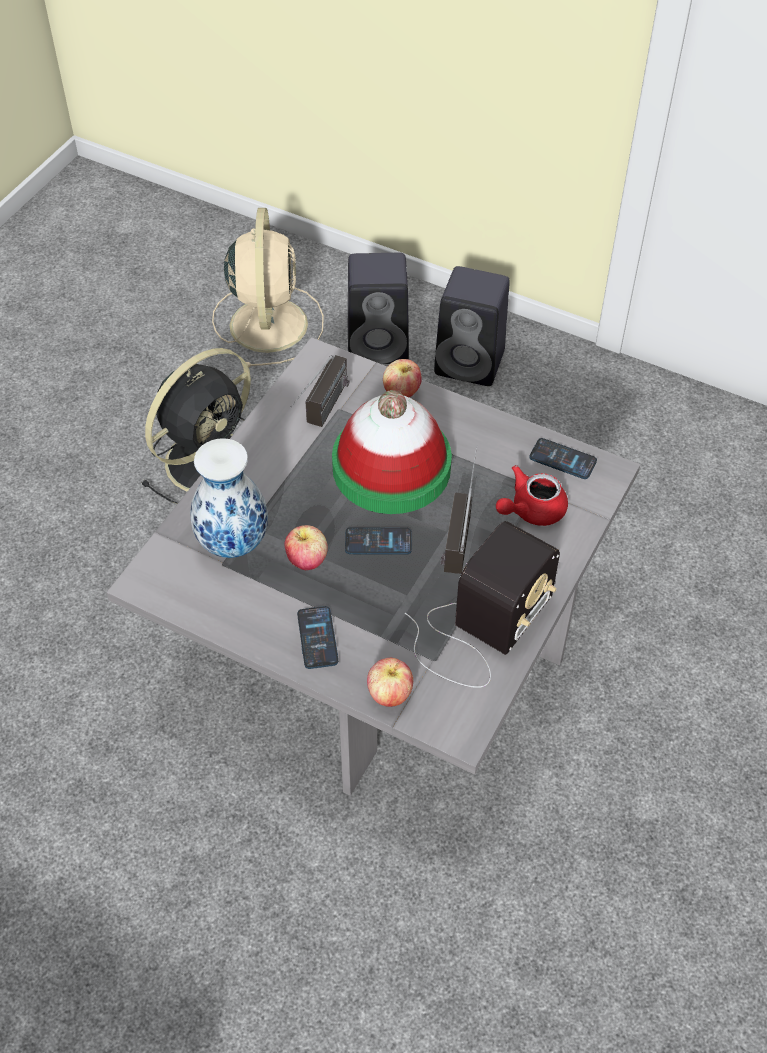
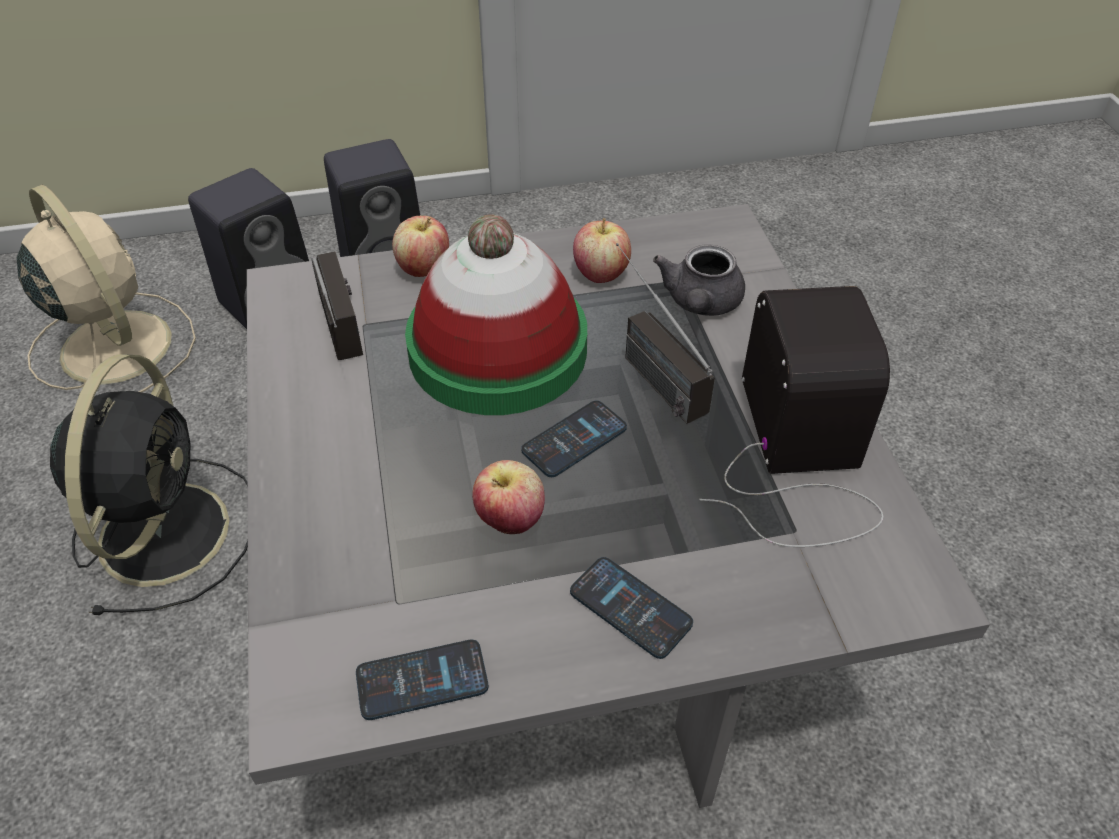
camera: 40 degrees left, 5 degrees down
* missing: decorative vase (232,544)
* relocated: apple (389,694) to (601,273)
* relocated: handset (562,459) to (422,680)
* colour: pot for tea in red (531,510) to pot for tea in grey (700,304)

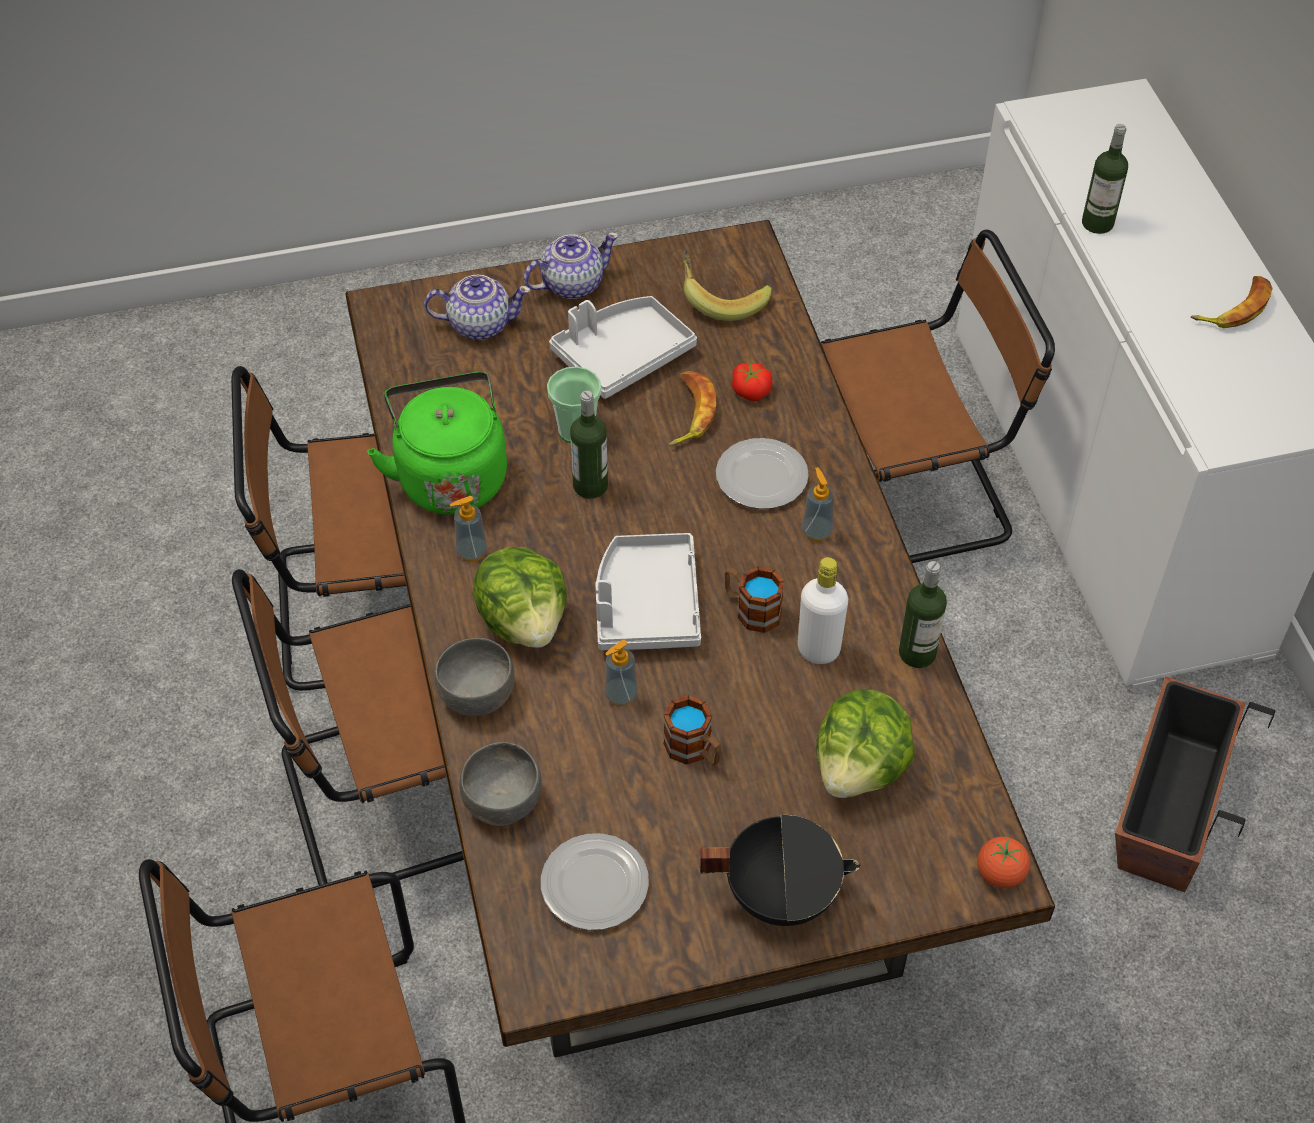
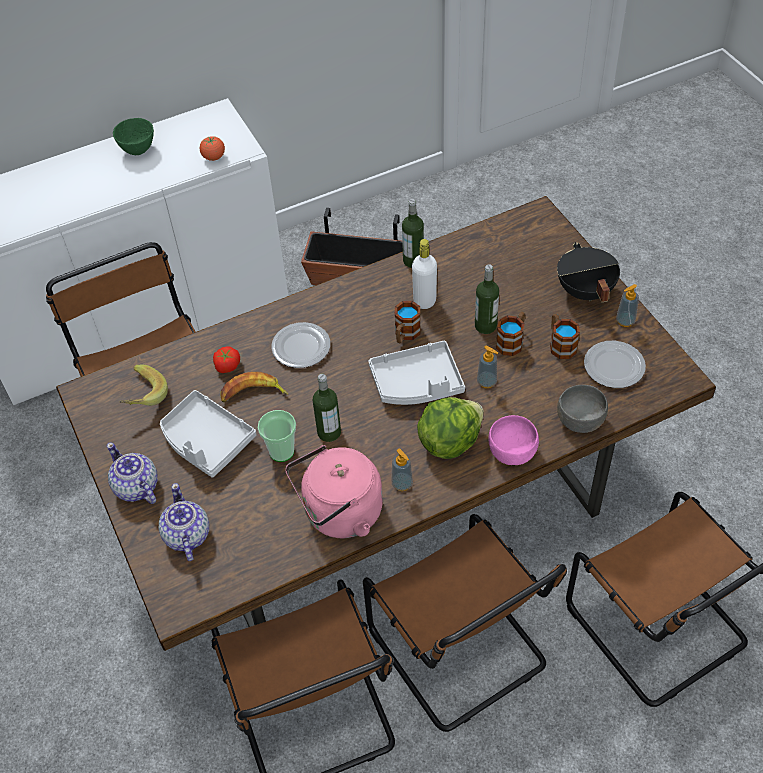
camera: 100 degrees left, 0 degrees up
* missing: head of lettuce (860,768)
* appeared: tea mug (560,344)
* relocated: liquid soap bottle (816,531) to (625,321)
* relocated: fresh tomato (1000,874) to (214,157)
* relocated: beverage bottle (1097,223) to (485,326)
* exchanged: banana (1234,308) to deep dish in greenish (137,150)
* colour: kettle in greenish (450,476) to kettle in pink (339,514)
* colour: deep dish in grey (476,695) to deep dish in pink (512,452)

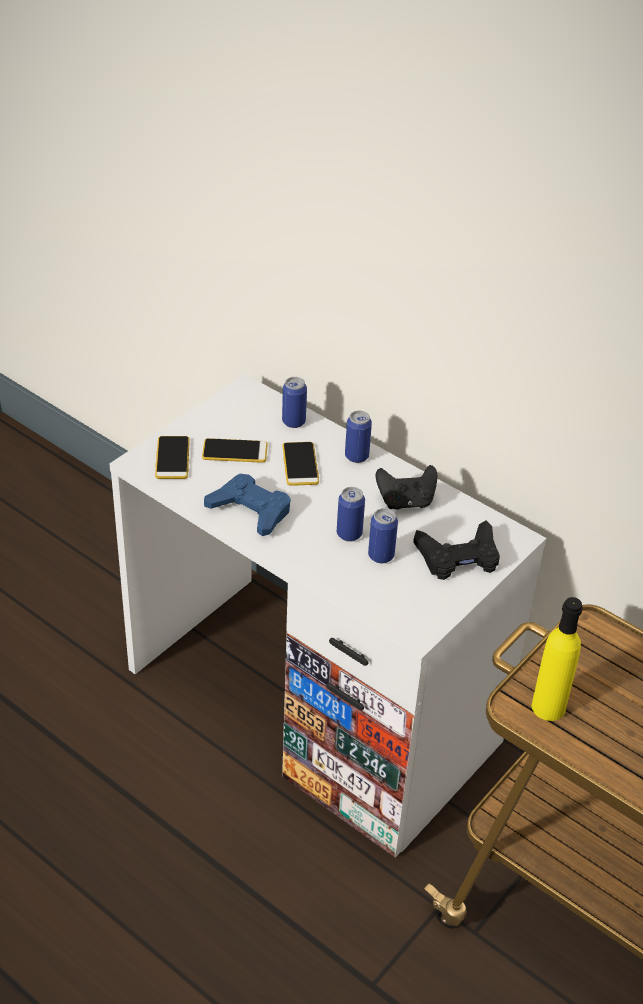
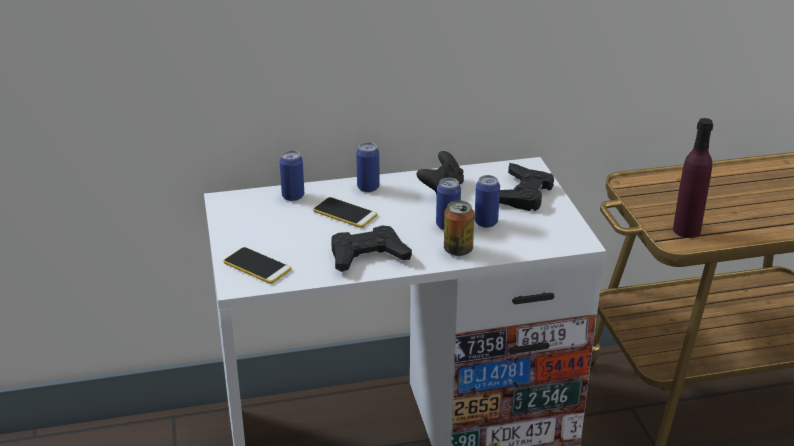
camera: 50 degrees left, 10 degrees down
* missing: handset (235,451)
* appeared: metal can (458,250)
* colour: game controller in blue (250,510) to game controller in blackish (367,255)
* colour: beverage bottle in yellowish (548,707) to beverage bottle in purple (686,230)

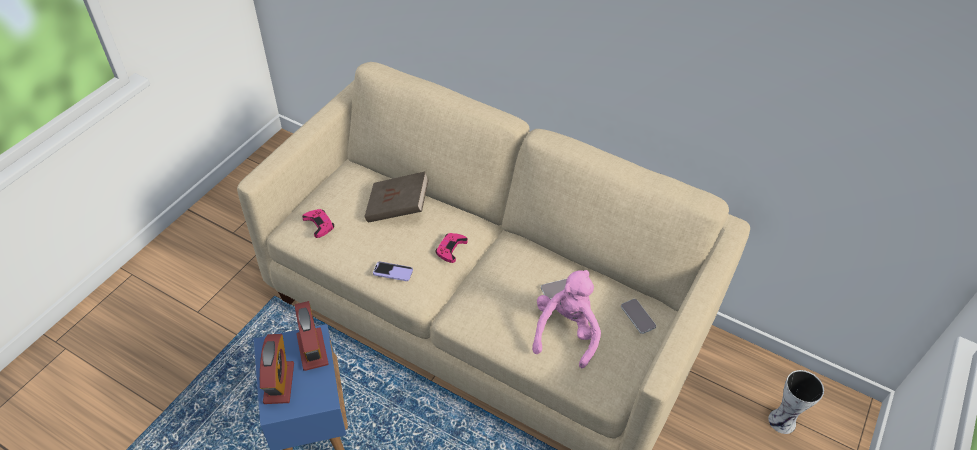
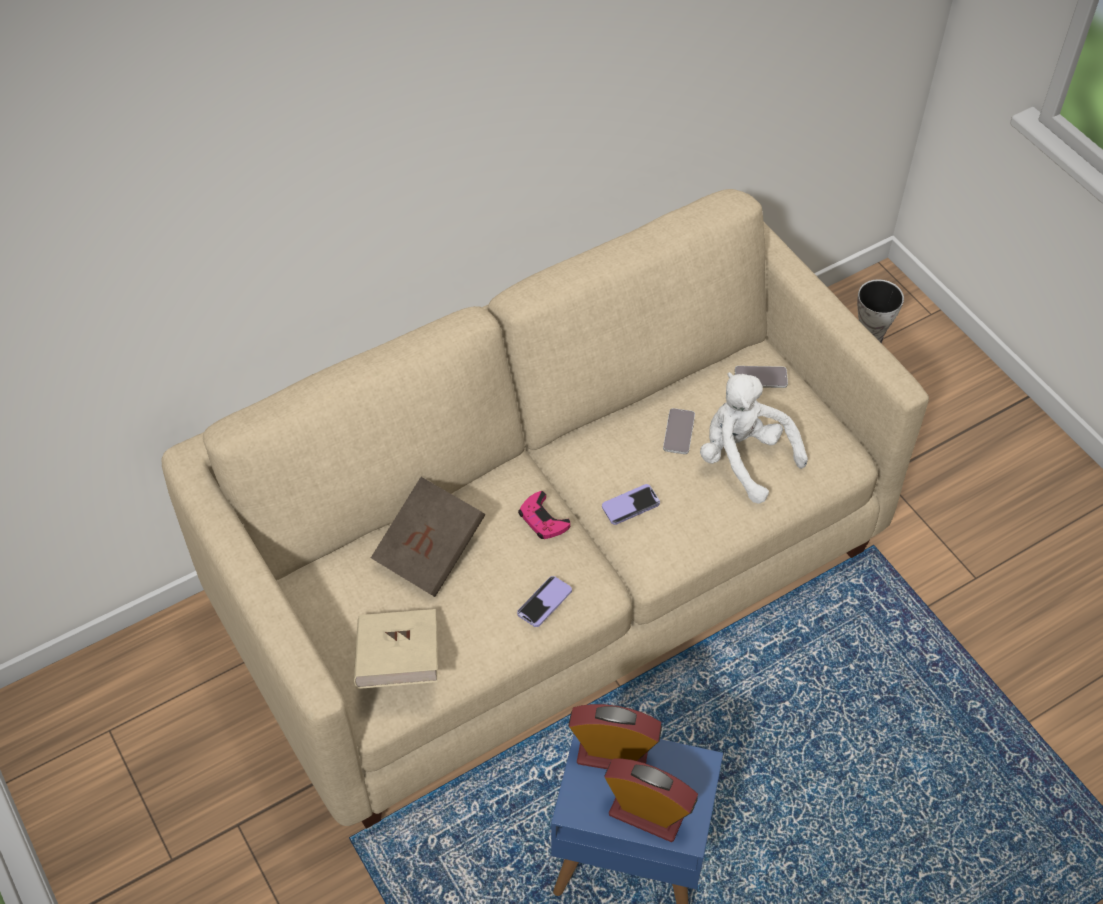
camera: 60 degrees left, 5 degrees up
* appeared: handset (630,505)
* exchanged: game controller in pink (319,224) to book in beige (398,661)
* colour: soft toy in pink (566,332) to soft toy in white-coloured (744,458)

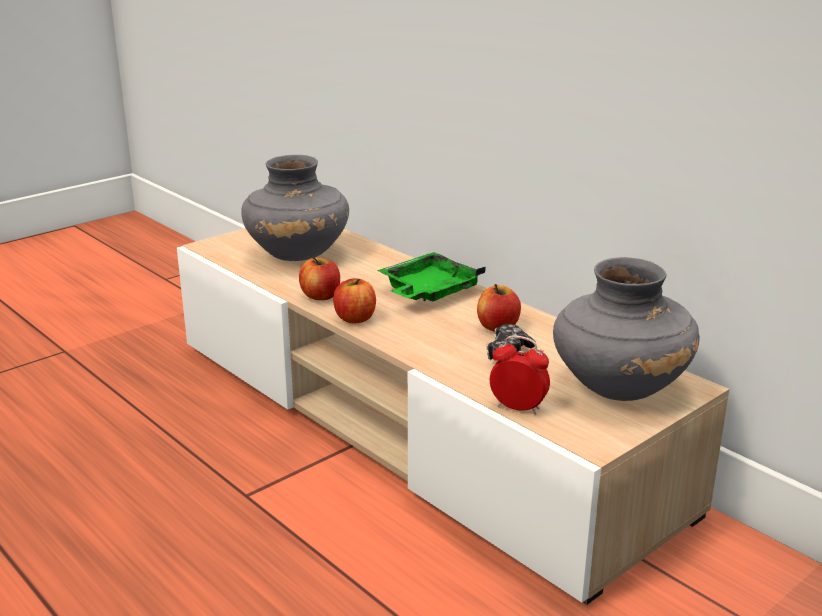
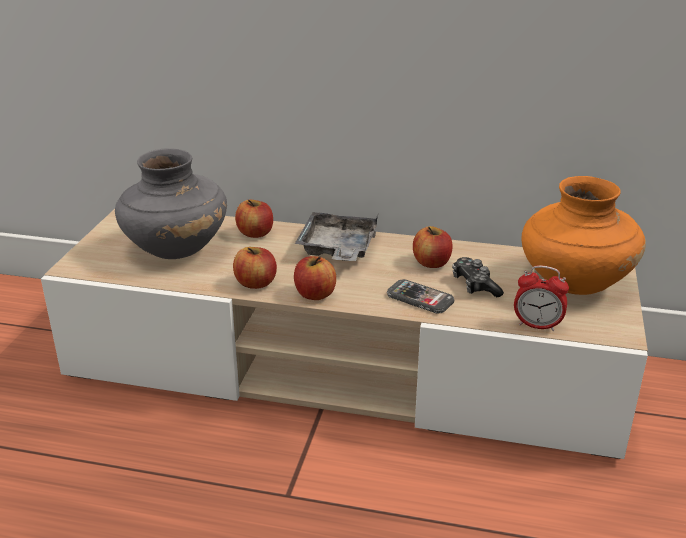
camera: 35 degrees left, 5 degrees up
* appeared: apple (255,233)
* appeared: handset (420,298)
* colour: carrying tray in greenish (428,291) to carrying tray in grey (337,249)
* colour: decorative vase in grey (618,387) to decorative vase in orange (574,283)
* spun: alarm clock (517,407) = (537,325) 150 degrees counterclockwise

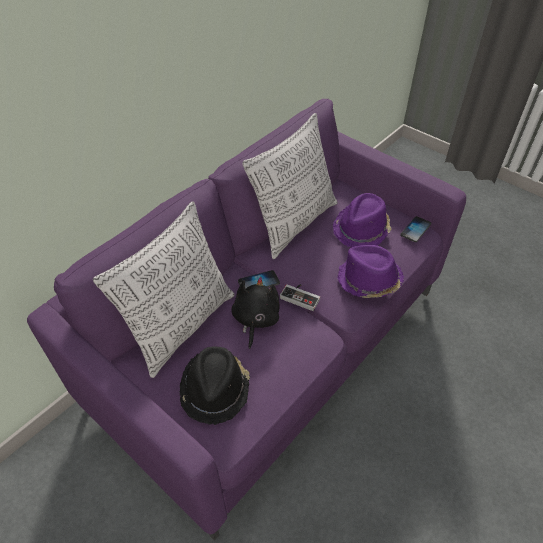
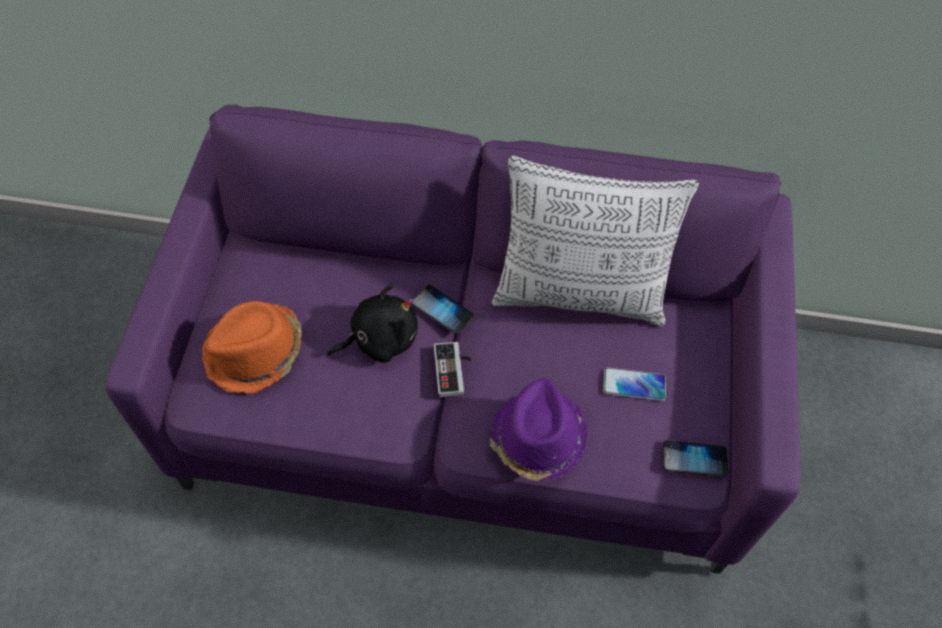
camera: 55 degrees right, 10 degrees up
* missing: pillow (182,326)
* exchanged: clothing hat in purple (362,229) to handset (634,385)
* colour: clothing hat in blackish (216,389) to clothing hat in orange (255,353)

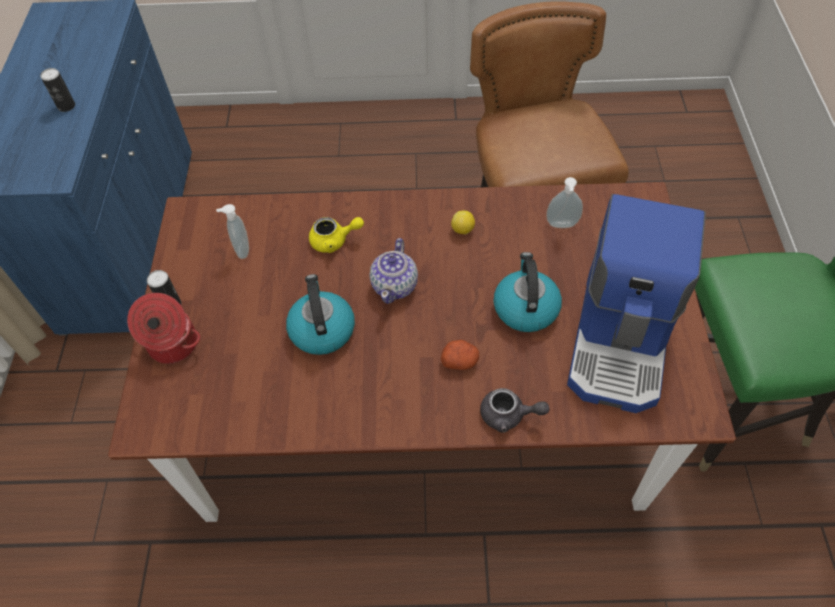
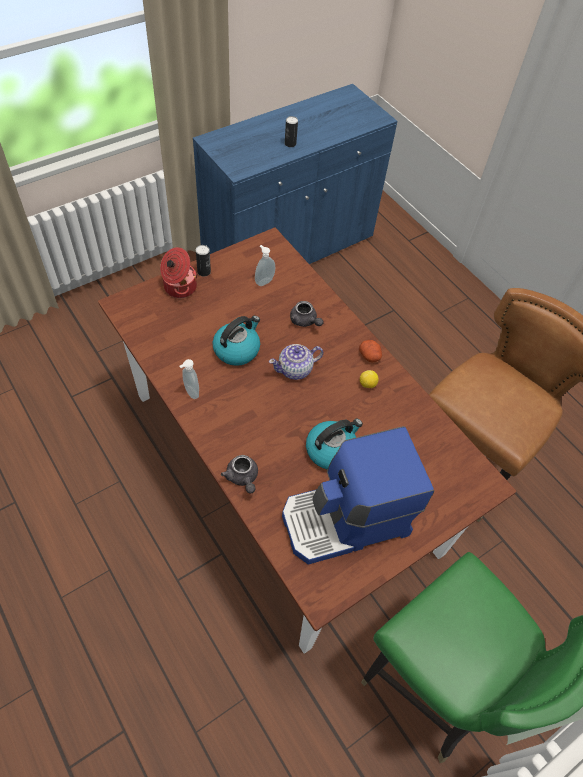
camera: 50 degrees right, 0 degrees up
* relocated: potato (460,360) to (370,356)
* relocated: liquid soap bottle (562,226) to (190,392)
* colour: pot for tea in yellowish (334,241) to pot for tea in grey (305,321)

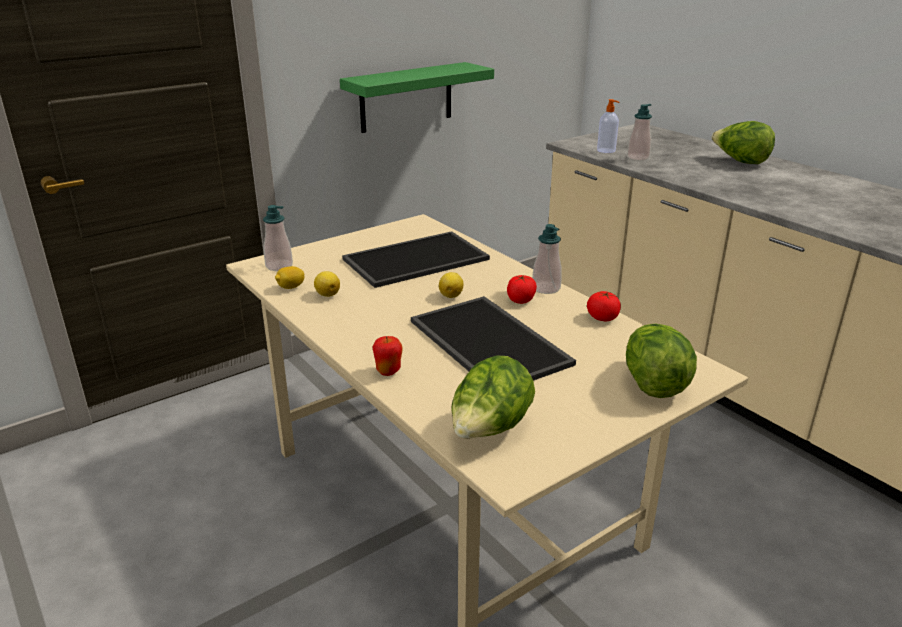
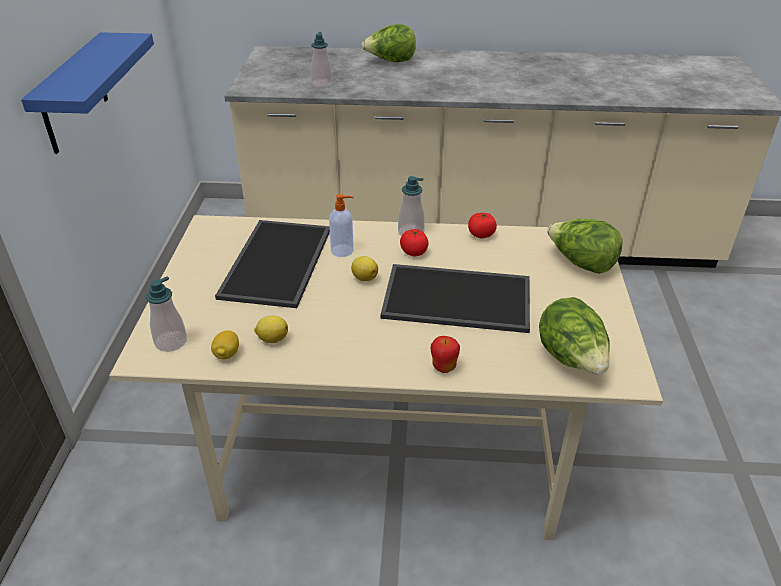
camera: 50 degrees left, 10 degrees up
* relocated: liquid soap bottle (606,151) to (343,251)
* colour: shelf in greenish (406,97) to shelf in blue (73,94)

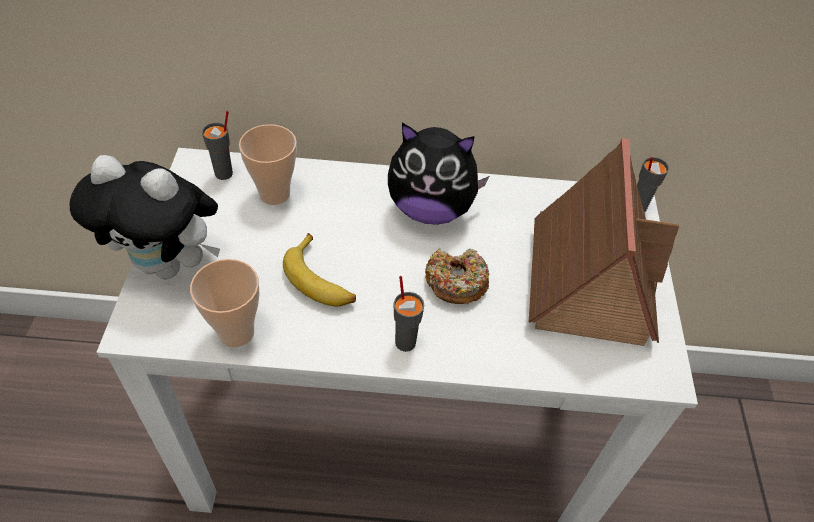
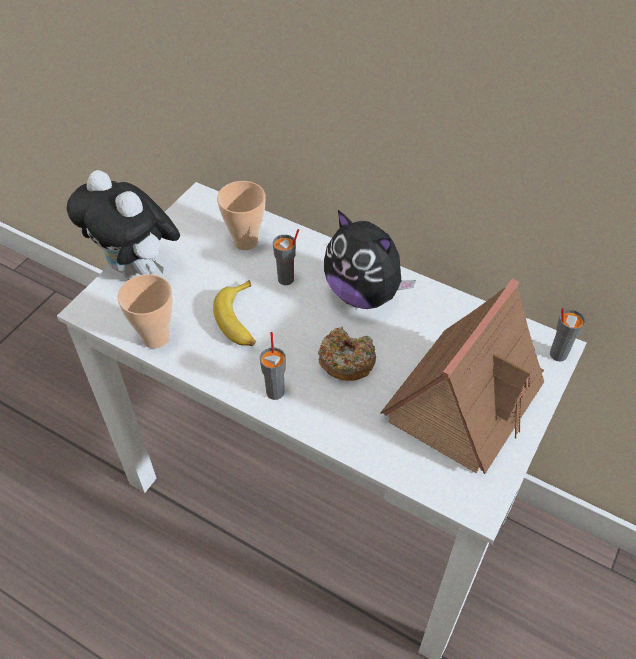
camera: 30 degrees right, 0 degrees up
* relocated: cup in grey (224,173) to (286,279)

